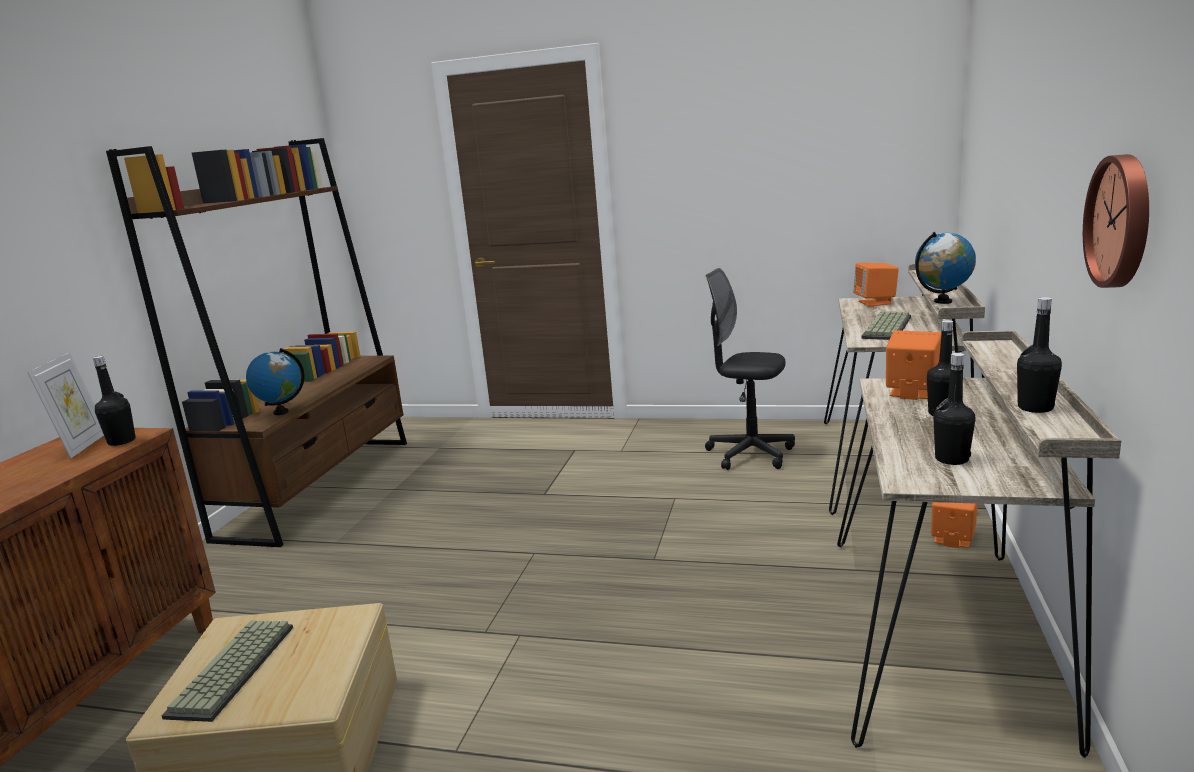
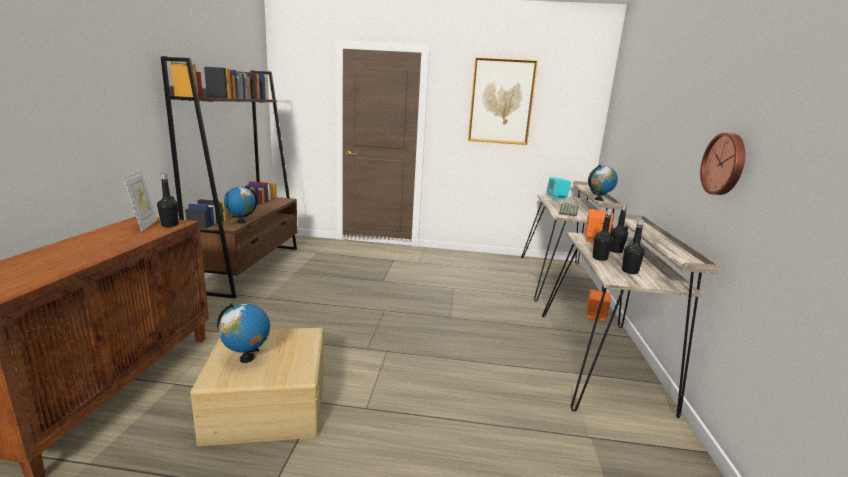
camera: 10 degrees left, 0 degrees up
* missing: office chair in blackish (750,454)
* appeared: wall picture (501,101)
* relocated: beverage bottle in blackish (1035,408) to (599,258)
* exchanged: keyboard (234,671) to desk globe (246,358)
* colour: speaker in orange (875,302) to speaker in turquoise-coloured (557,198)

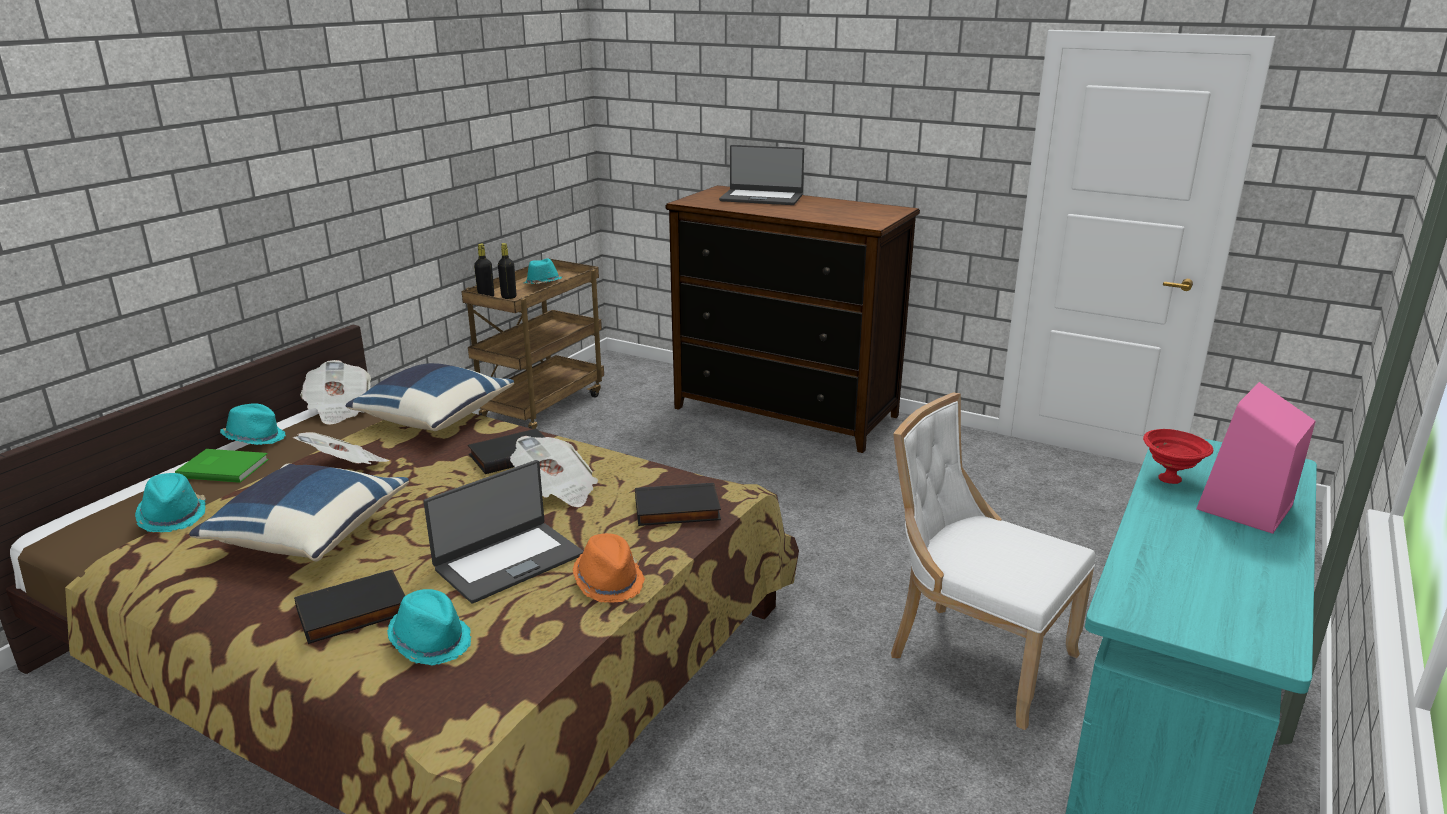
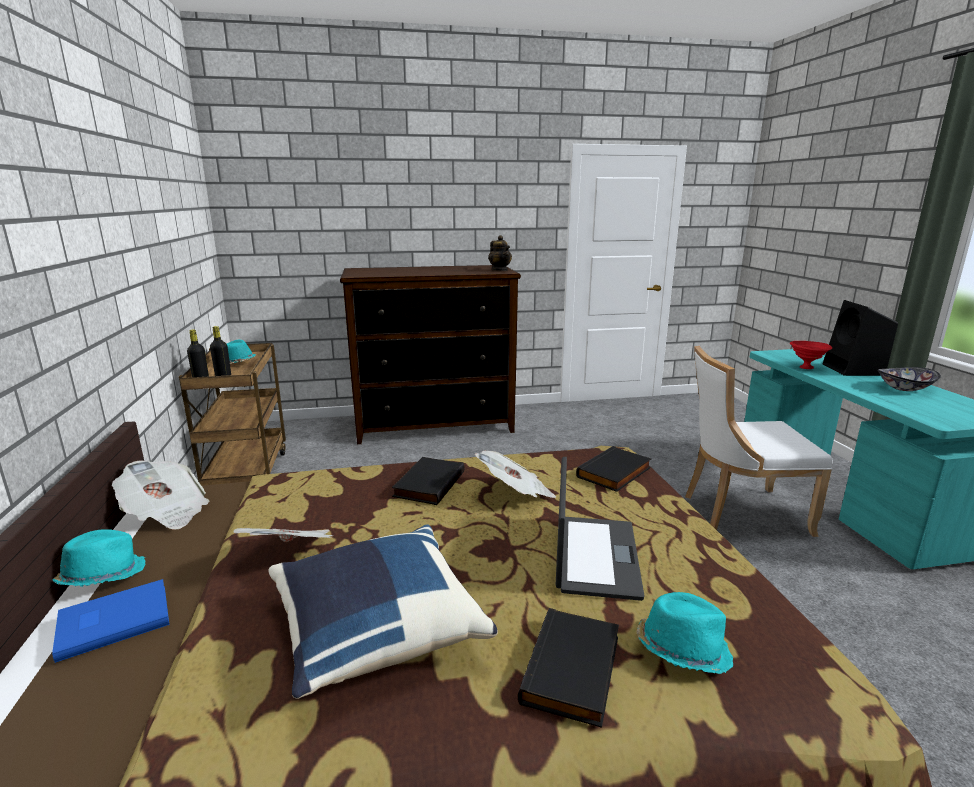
camera: 40 degrees left, 5 degrees down
* missing: clothing hat in turquoise-coloured (173,516)
* missing: pillow in blue (433,417)
* missing: clothing hat in orange (609,582)
* missing: laptop (761,198)
* appeared: pot for tea (500,270)
* appeared: deep dish (904,388)
* colour: book in greenish (223,467) to book in blue (112,620)
* colour: speaker in pink (1244,509) to speaker in blackish (854,370)

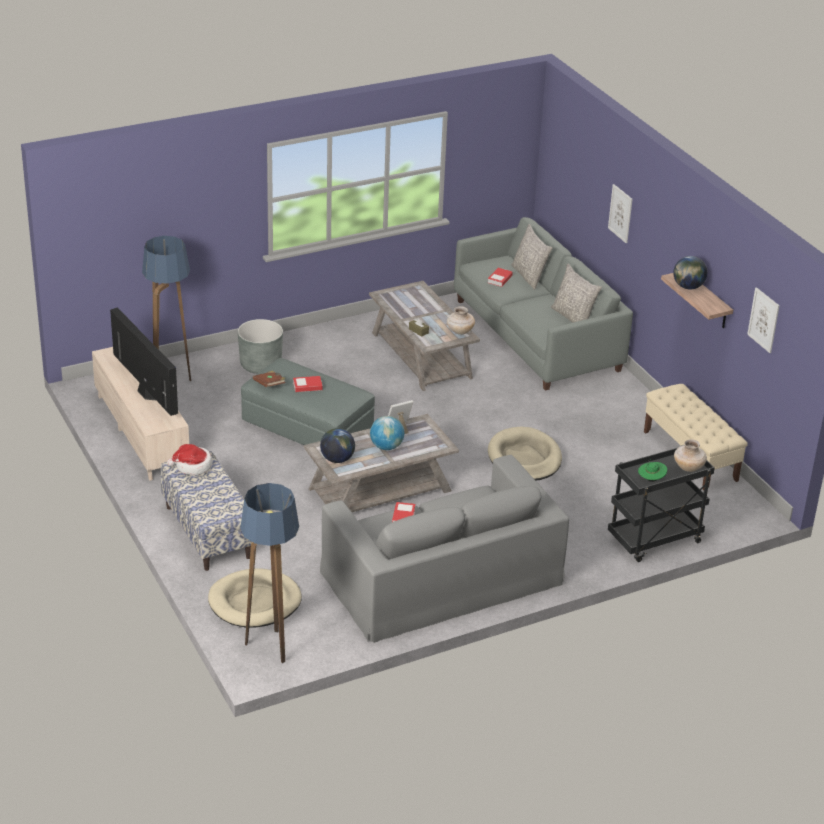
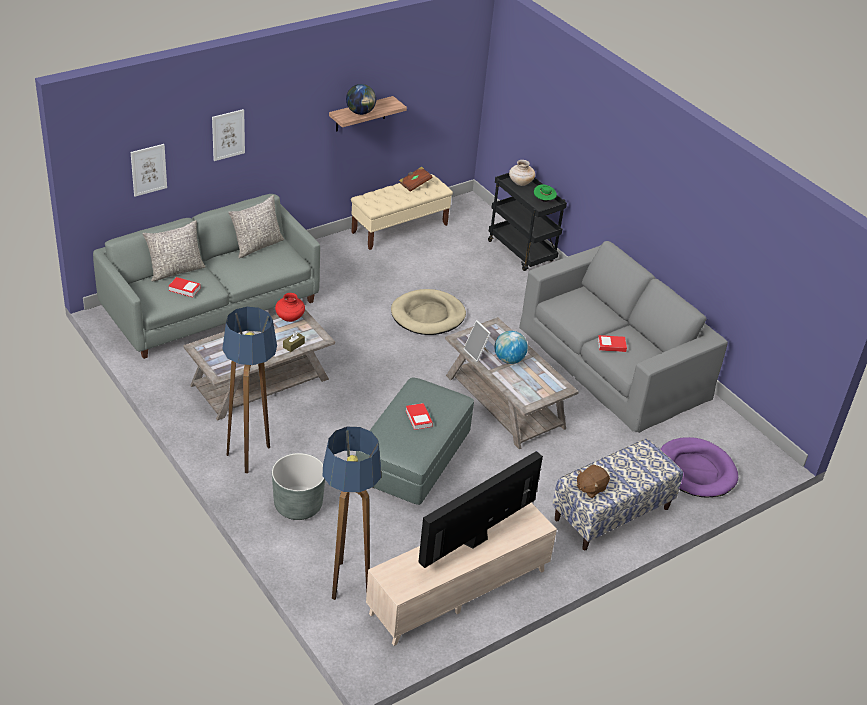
camera: 100 degrees left, 5 degrees up
* missing: desk globe (337,459)
* relocated: standard lamp (271,648) to (251,456)
* relocated: book in brownish (269,385) to (415,184)
* relocated: wall picture (763,320) to (148,170)
* exchanged: clothing hat (192,466) to soft toy in brownish (590,488)
* colour: dog cushion in beige (255,602) to dog cushion in purple (696,470)
* colour: decorative vase in beige (459,331) to decorative vase in red (290,318)

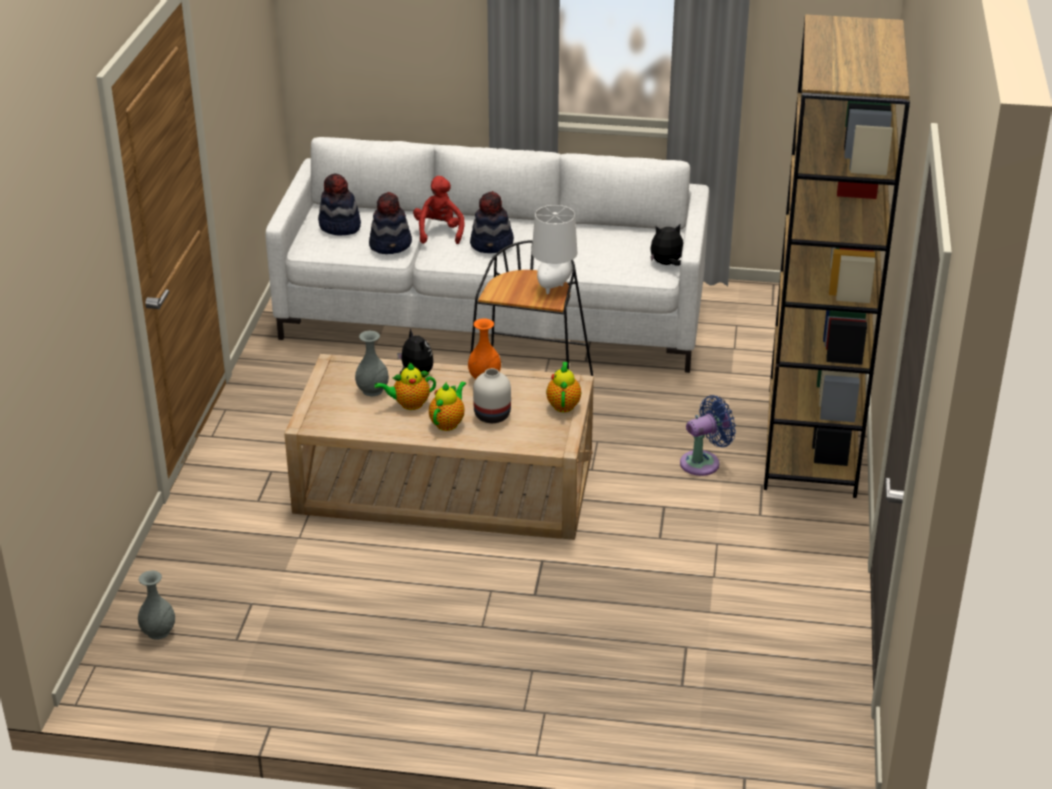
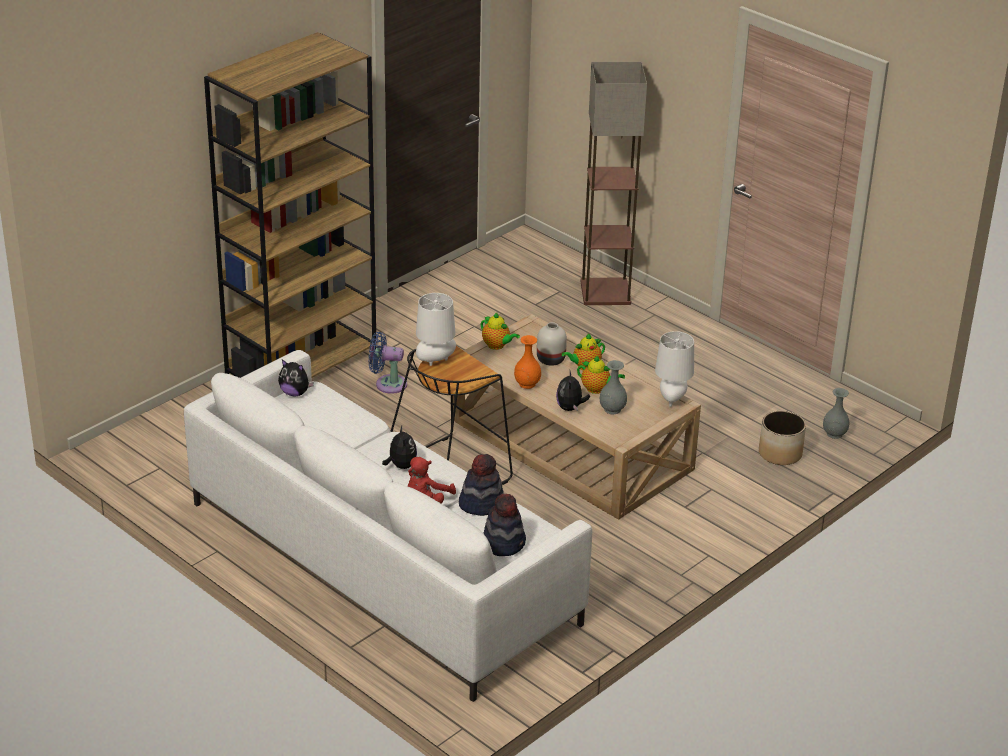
camera: 145 degrees left, 0 degrees up
* appeared: standard lamp (606,292)
* appeared: tabletop lamp in white-coloured (672,399)
* appeared: plant pot (780,454)
* exchanged: clothing hat (492,244) to soft toy (401,466)
* spun: pot for tea (563,404) = (497,346) 90 degrees counterclockwise

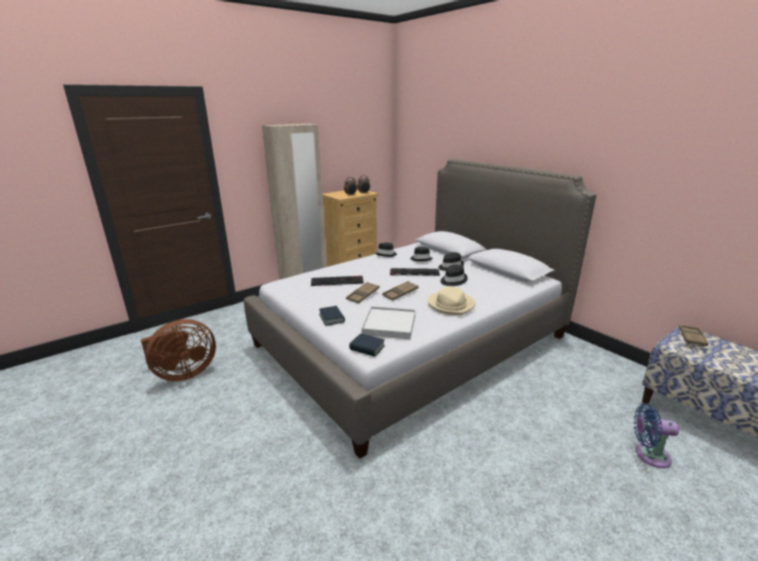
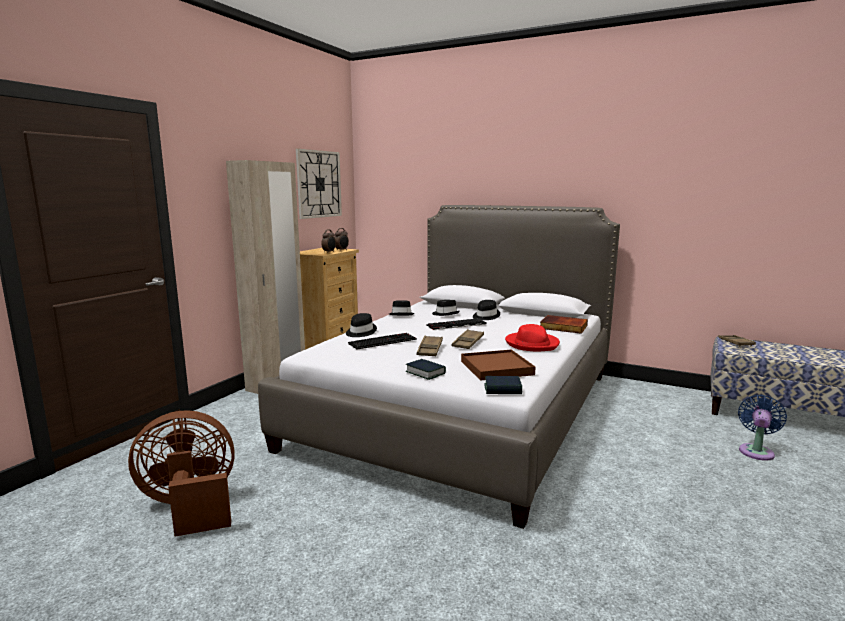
camera: 25 degrees left, 10 degrees down
* appeared: hanging clock (319,184)
* appeared: book (563,327)
* relocated: clothing hat in blackish (453,280) to (360,332)
* colour: carrying tray in white-coloured (389,325) to carrying tray in brownish (497,368)
* colour: clothing hat in beige (451,305) to clothing hat in red (532,344)
* spun: cooling fan in brownish (183,374) = (190,507) 135 degrees counterclockwise
* spun: cooling fan in blue (648,455) = (756,451) 135 degrees clockwise

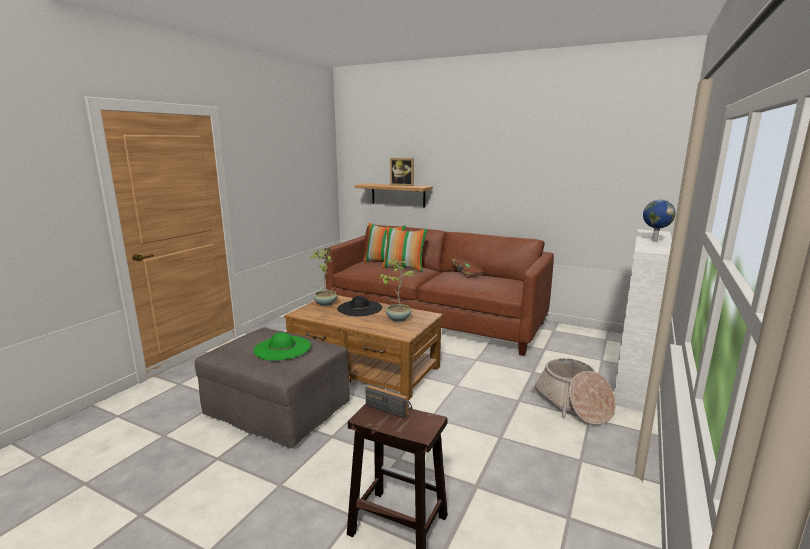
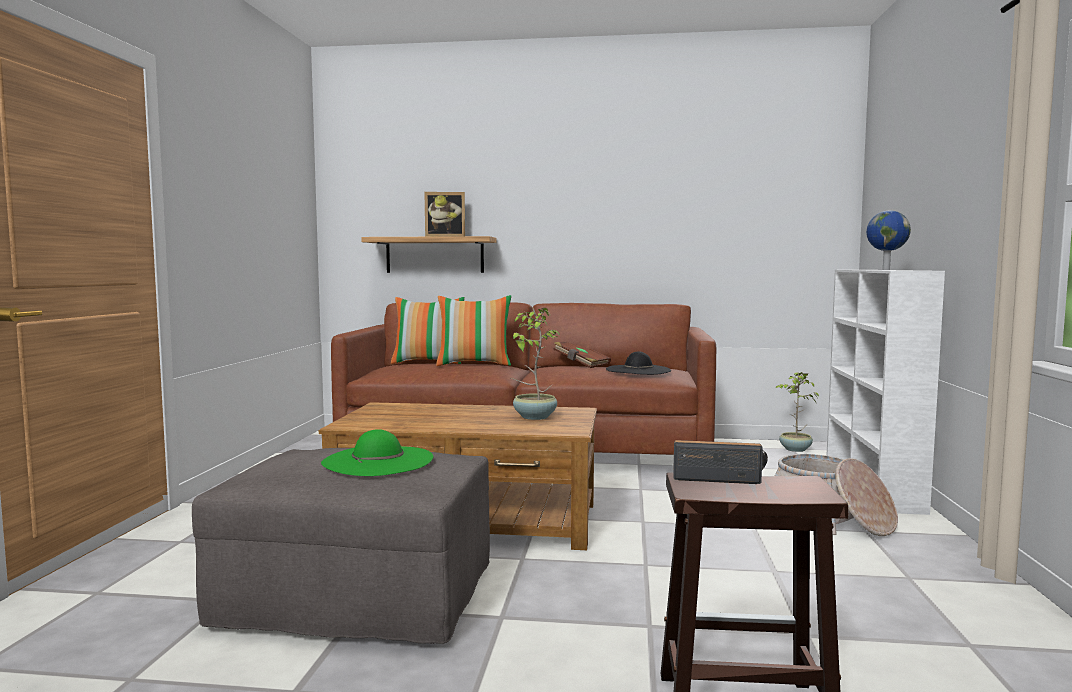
camera: 20 degrees left, 10 degrees down
* relocated: potted plant (325,304) to (795,449)
* relocated: clothing hat in blackish (359,308) to (638,370)

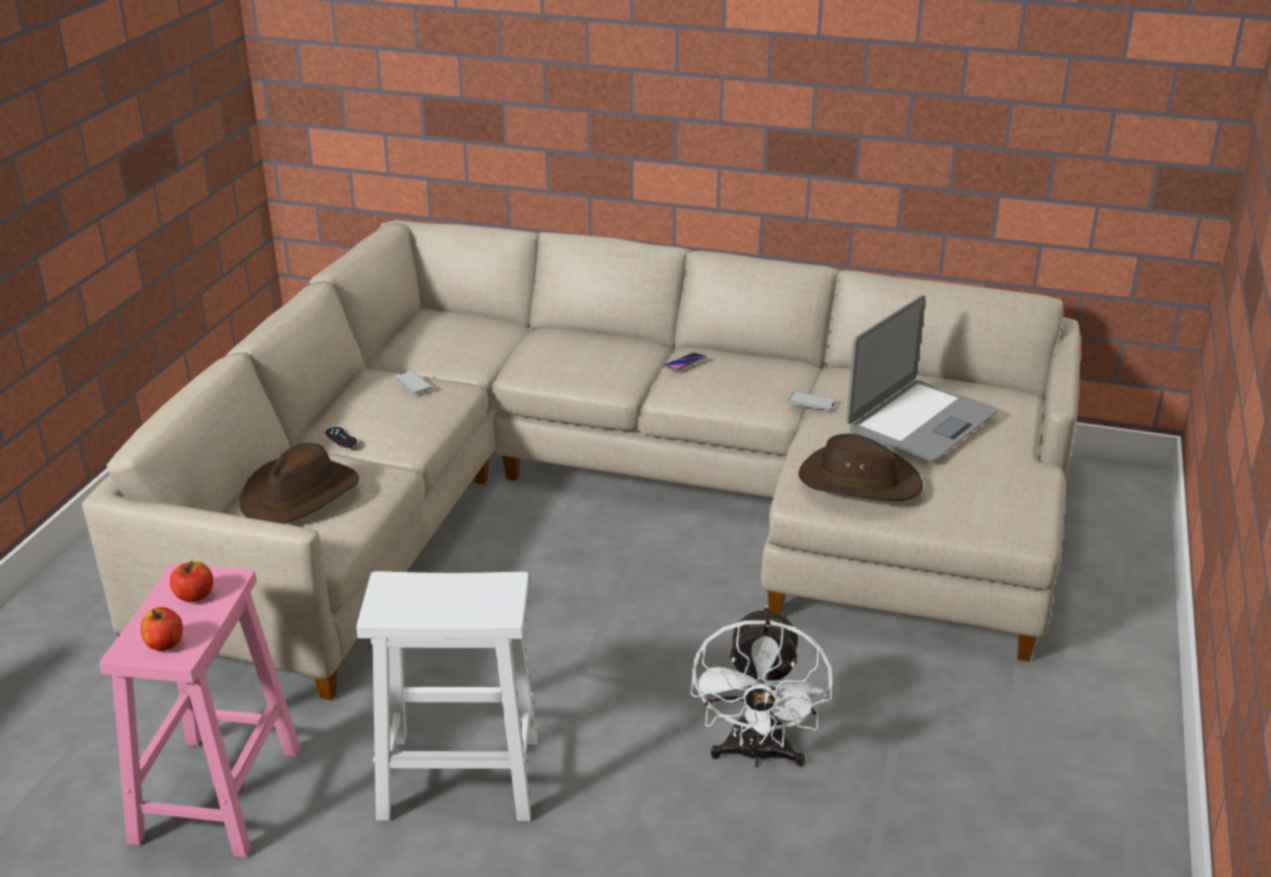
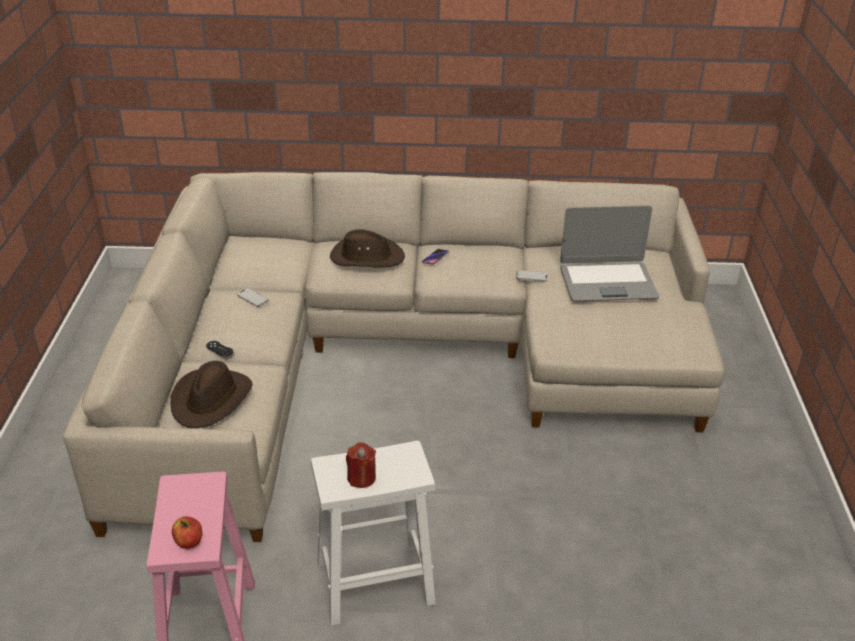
camera: 15 degrees left, 5 degrees up
* missing: apple (194,596)
* missing: cooling fan in white-coloured (757,754)
* appeared: candle in red (361,478)
* relocated: clothing hat in brownish (859,481) to (366,257)
* spun: laptop (920,422) = (607,282) 60 degrees clockwise

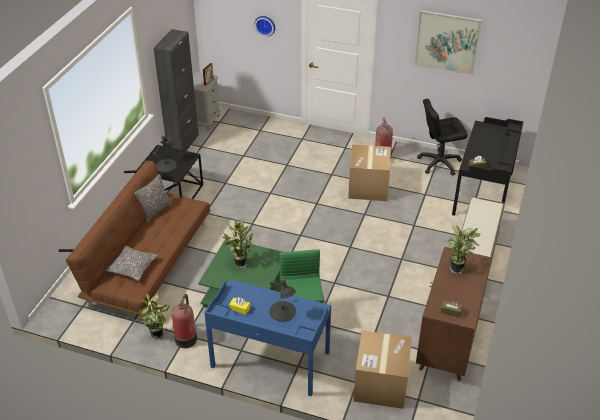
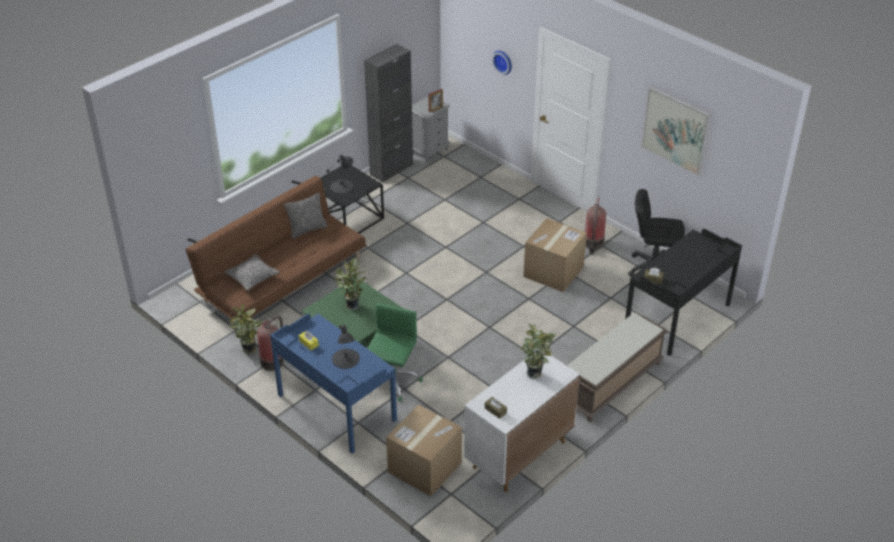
camera: 25 degrees right, 0 degrees up
* colour: cupboard in brownish (447,345) to cupboard in white-coloured (518,455)

